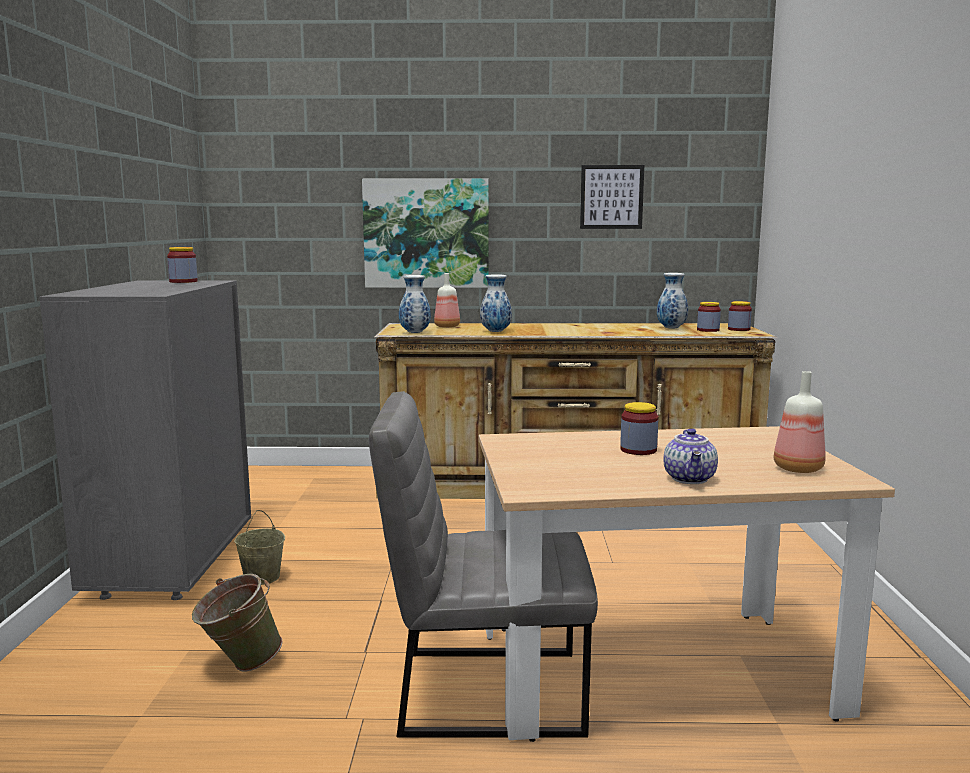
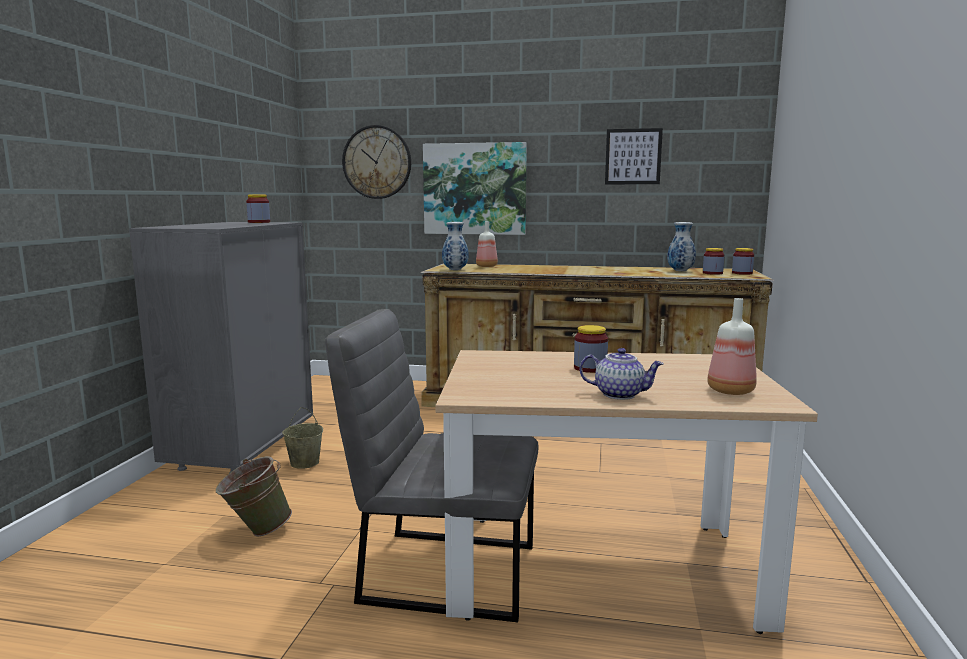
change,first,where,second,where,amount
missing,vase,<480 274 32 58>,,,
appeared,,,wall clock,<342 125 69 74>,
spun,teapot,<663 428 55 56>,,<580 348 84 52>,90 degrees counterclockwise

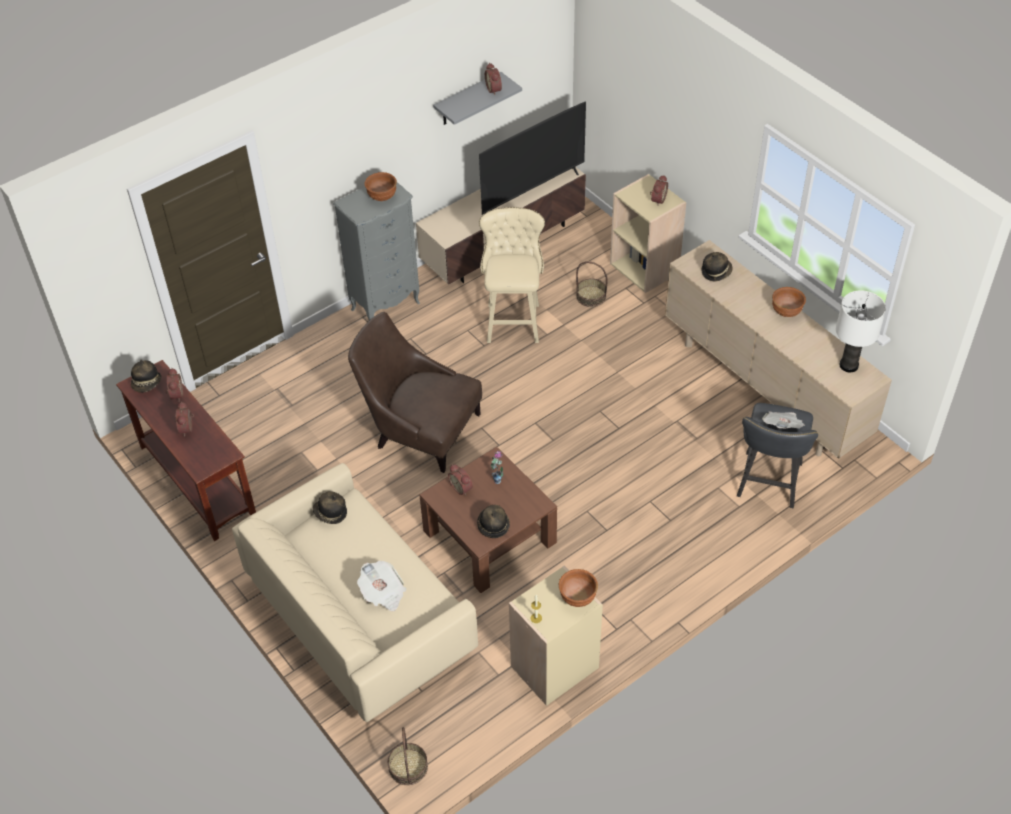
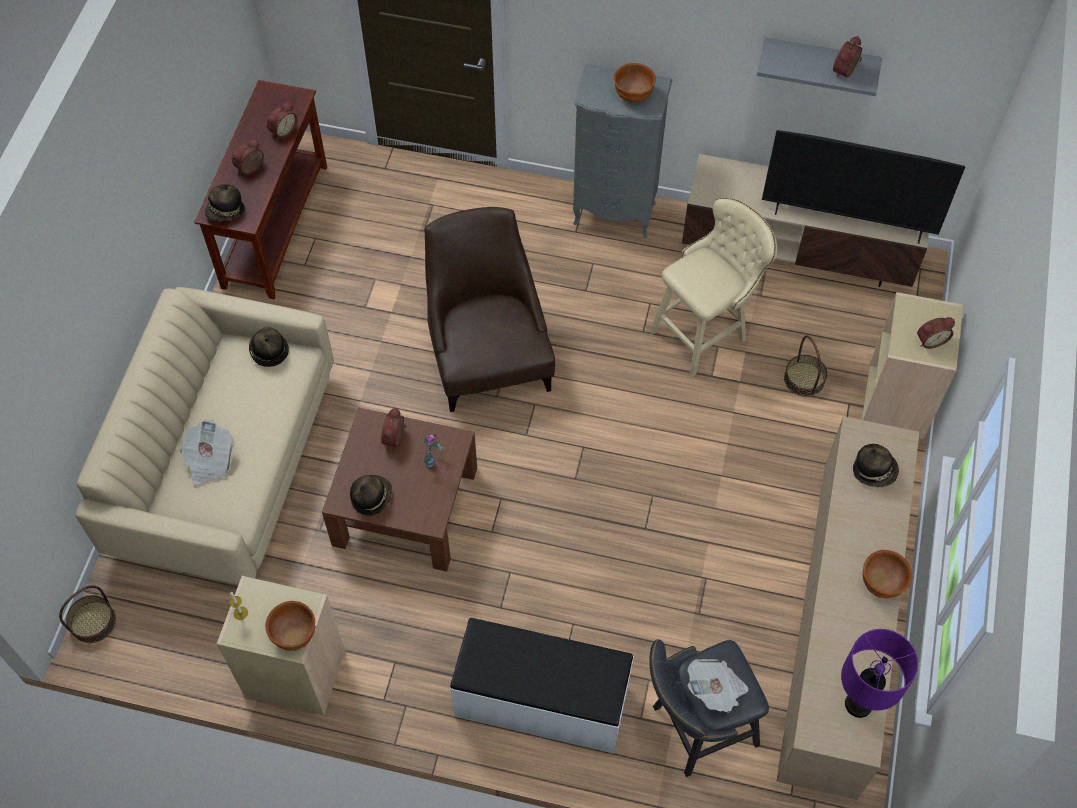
change,first,where,second,where,amount
appeared,,,white bench,<450 618 184 136>,
relocated,hat,<131 360 31 33>,,<205 184 40 37>,
colour,white table lamp,<836 290 50 82>,purple table lamp,<841 629 77 89>,

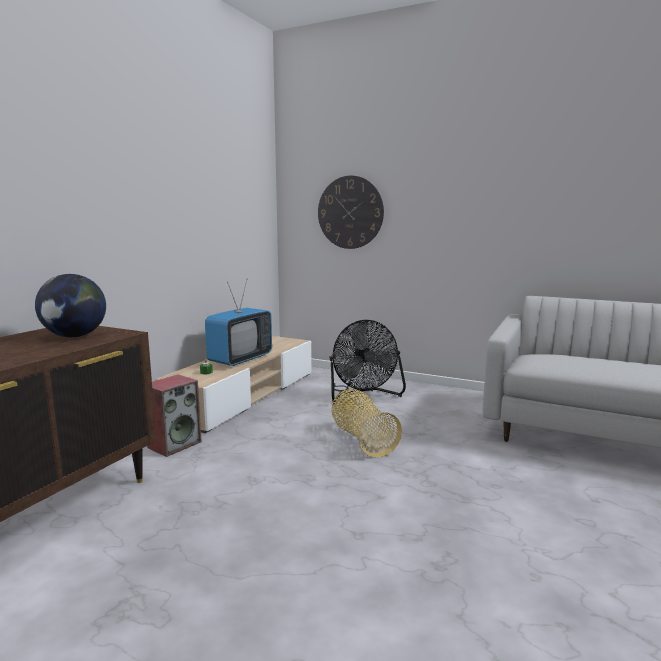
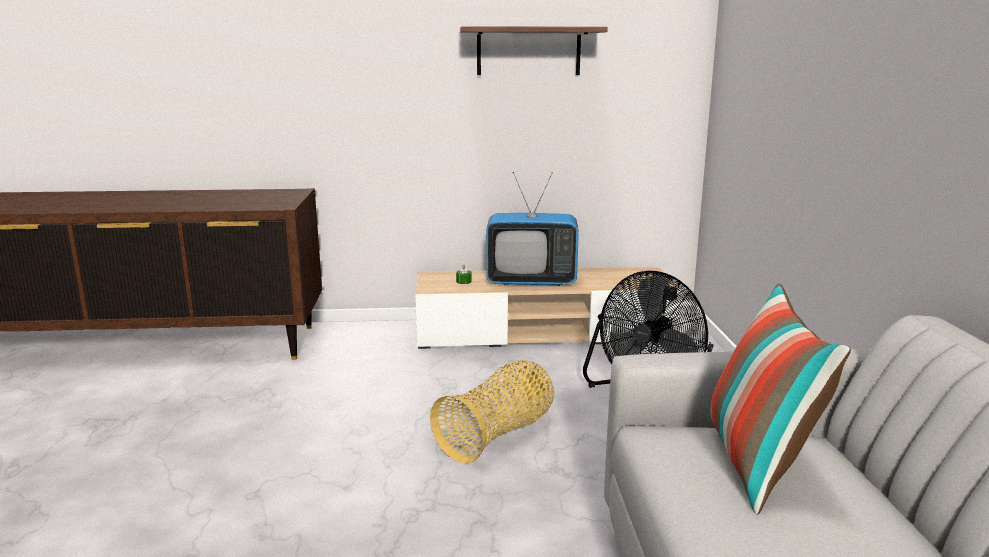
change,first,where,second,where,amount
missing,globe,<35 274 71 63>,,,
missing,speaker,<147 374 55 83>,,,
missing,wall clock,<318 176 66 73>,,,
appeared,,,shelf,<460 26 148 49>,
appeared,,,pillow,<709 283 142 232>,

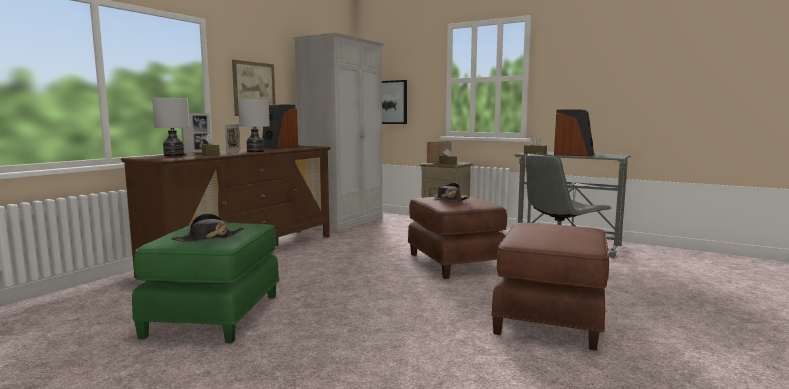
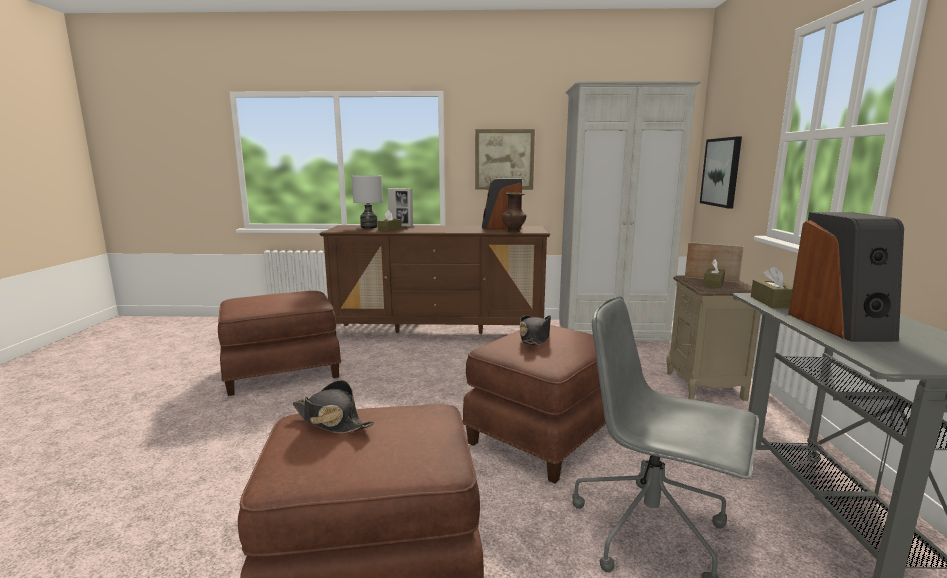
change,first,where,second,where,amount
missing,picture frame,<224 124 16 30>,,,
missing,grey table lamp,<238 100 32 52>,,,
appeared,,,brown vase,<502 193 25 39>,
relocated,black hat,<171 213 73 29>,,<292 380 82 54>,
colour,green ottoman,<132 223 148 120>,brown ottoman,<218 291 123 105>,

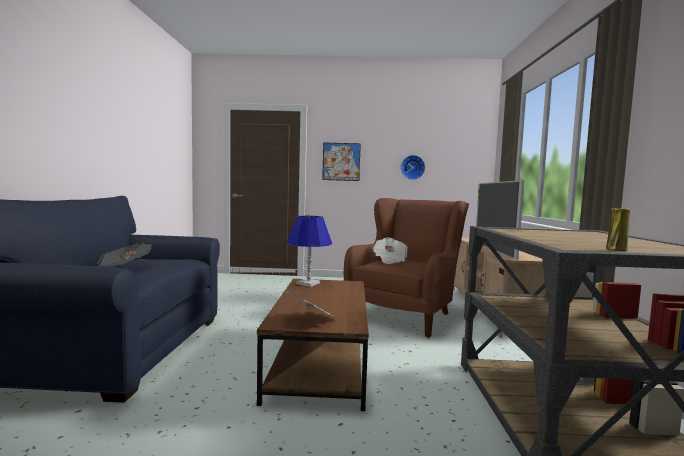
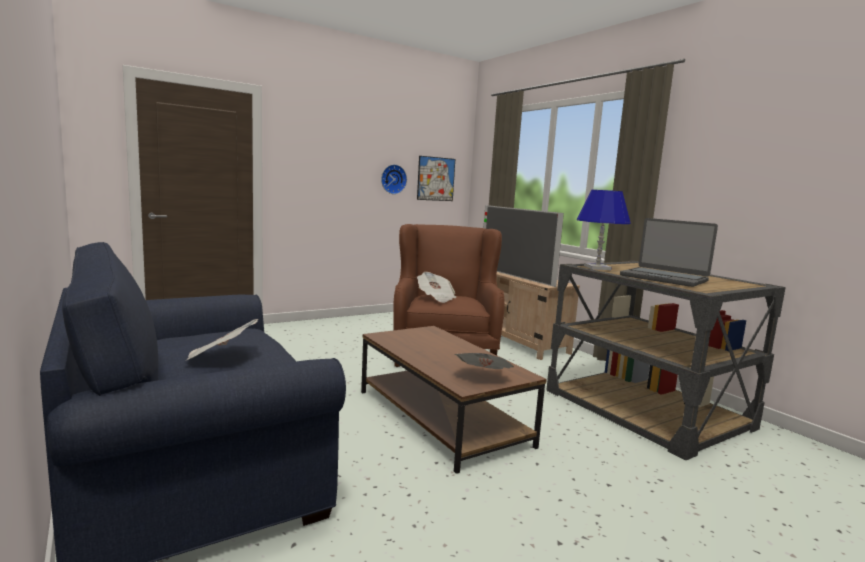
change,first,where,second,where,amount
missing,yellow vase,<606 208 24 43>,,,
appeared,,,laptop,<620 218 98 69>,
relocated,blue table lamp,<287 216 45 71>,,<577 190 54 80>,
relocated,picture,<322 142 39 39>,,<417 156 38 45>,

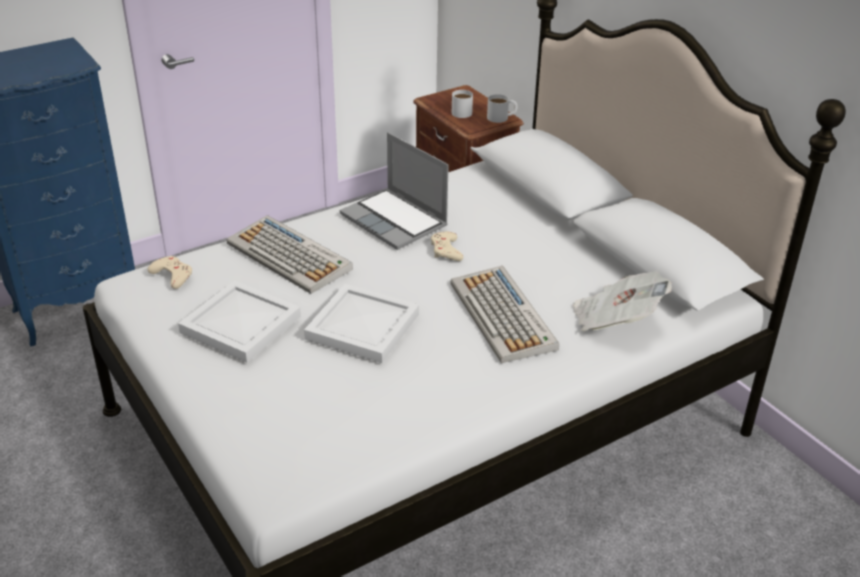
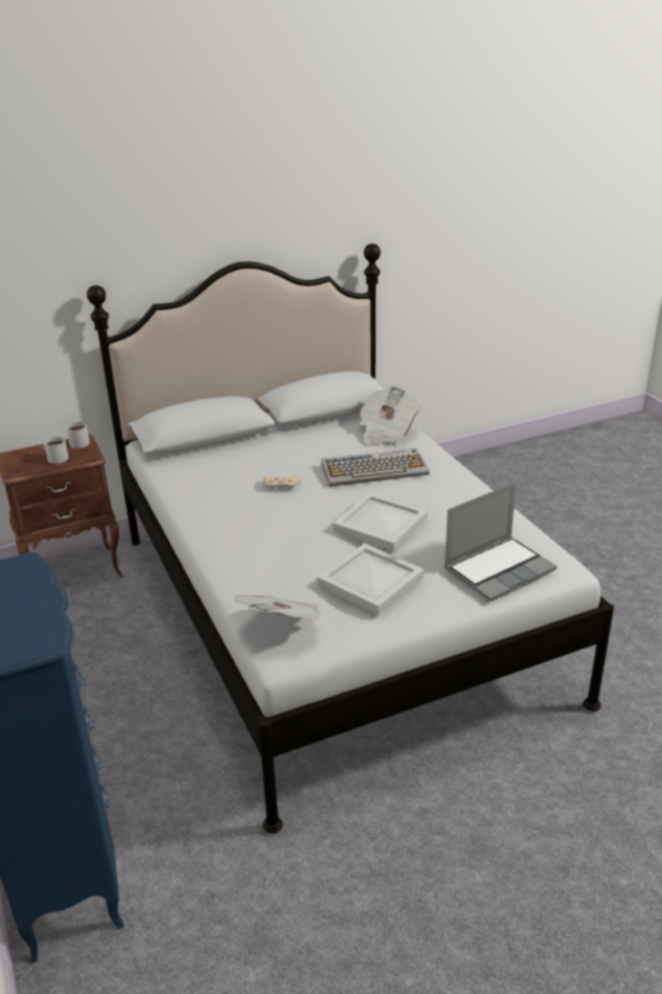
change,first,where,second,where,amount
missing,keyboard,<226 215 127 79>,,,
relocated,laptop,<340 132 109 118>,,<444 482 113 119>,
exchanged,beige game controller,<148 256 44 33>,newspaper,<234 595 86 24>,

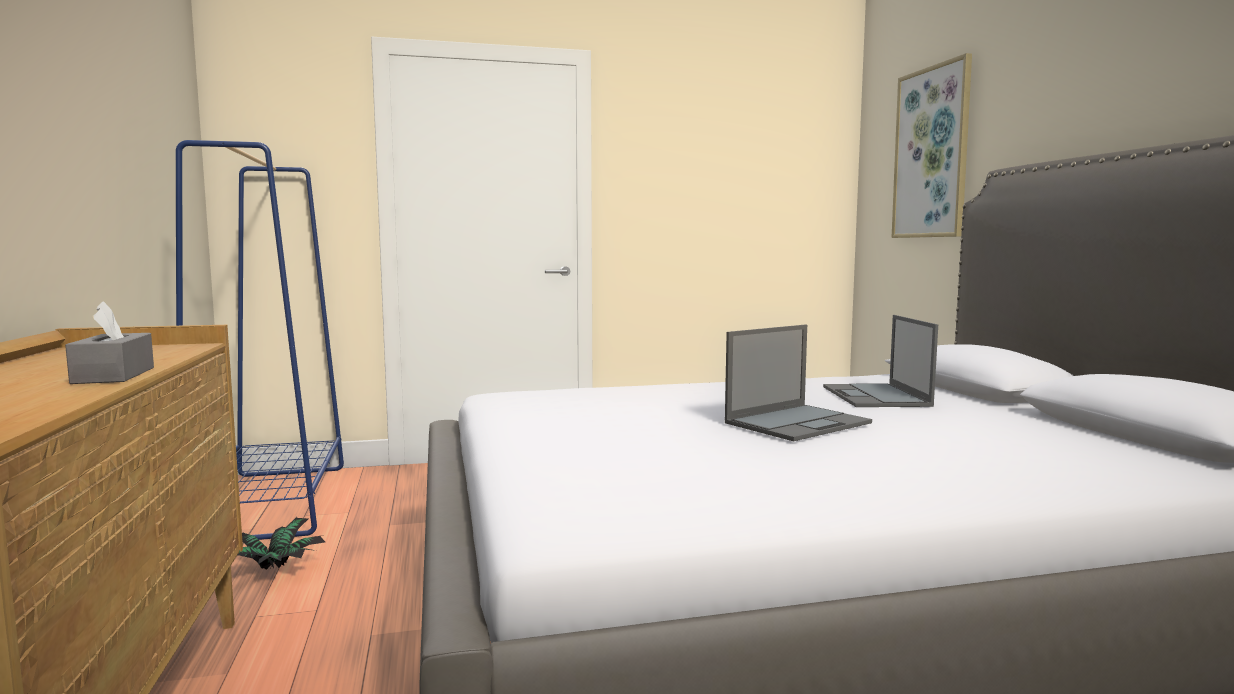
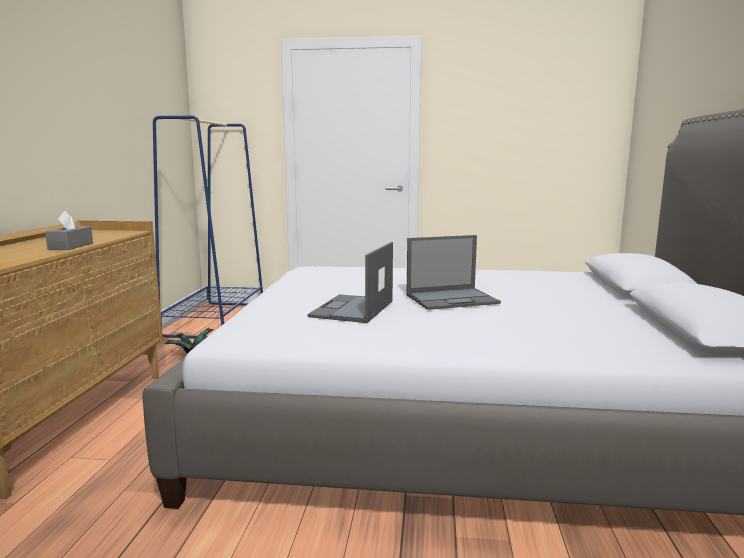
change,first,where,second,where,amount
missing,picture,<892 53 80 185>,,,
relocated,laptop,<823 315 115 92>,,<307 242 86 81>,

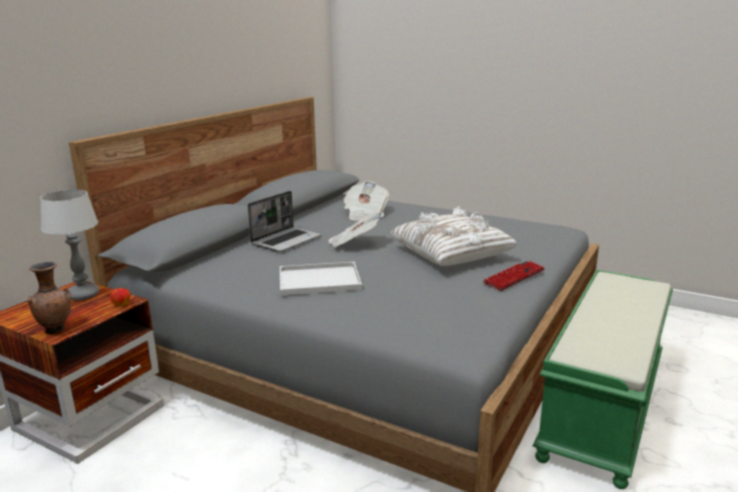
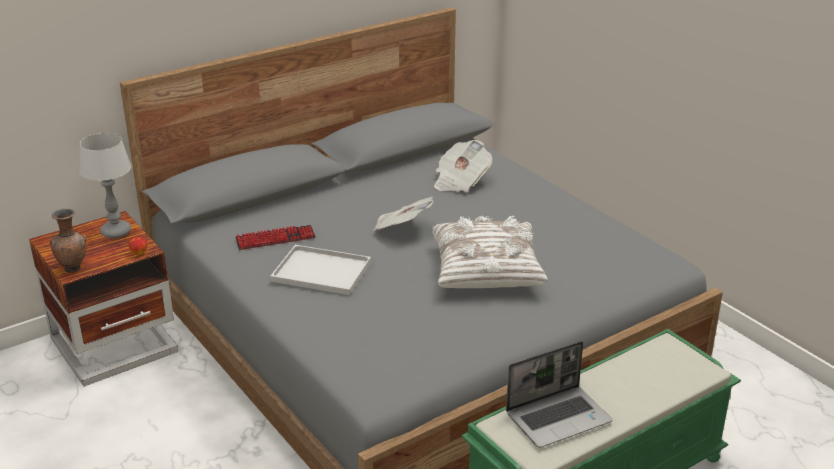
change,first,where,second,where,amount
relocated,laptop,<248 191 74 61>,,<506 341 107 107>,
relocated,keyboard,<483 261 62 30>,,<235 225 80 25>,

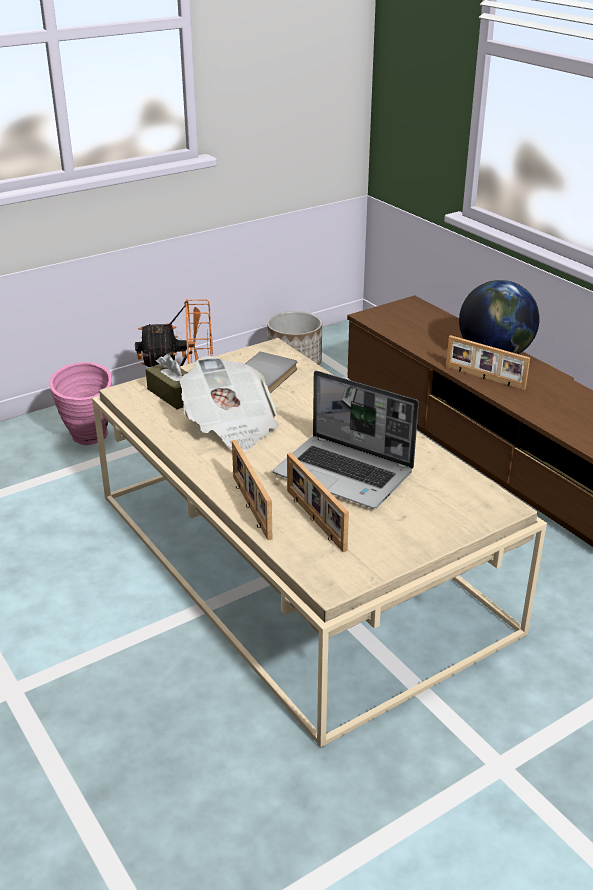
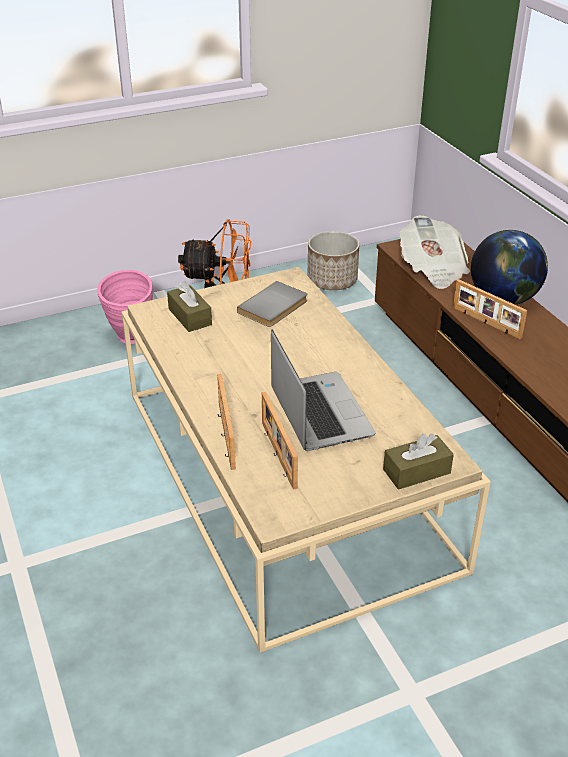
change,first,where,second,where,amount
appeared,,,brown tissue box,<383 433 71 57>,
relocated,newspaper,<180 356 99 96>,,<400 215 70 74>,
spun,laptop,<273 371 146 138>,,<271 329 104 122>,150 degrees counterclockwise

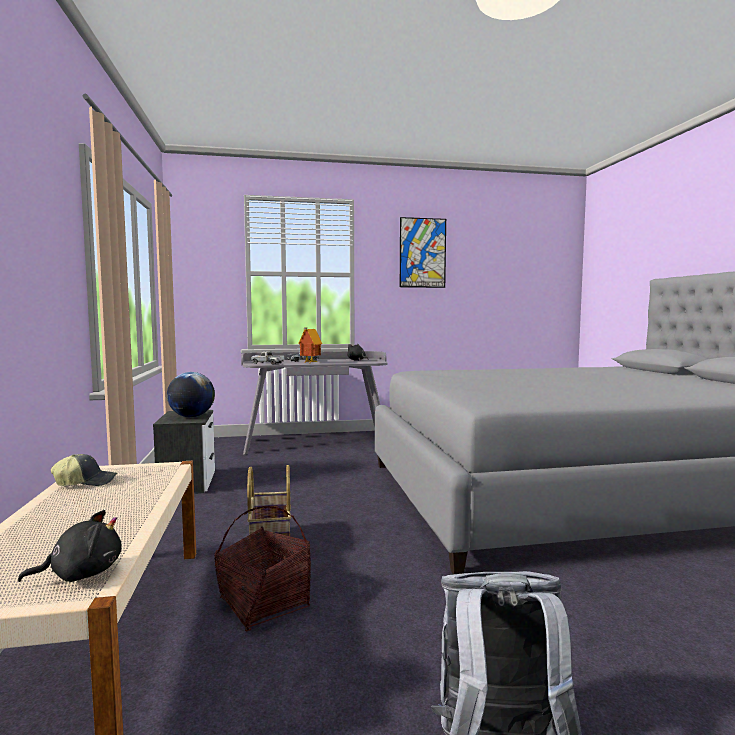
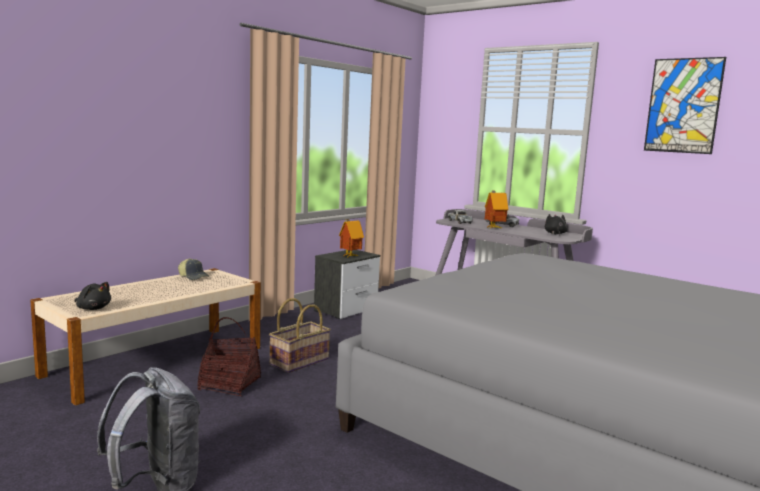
change,first,where,second,where,amount
exchanged,globe,<167 372 48 45>,toy house,<339 219 25 39>,

